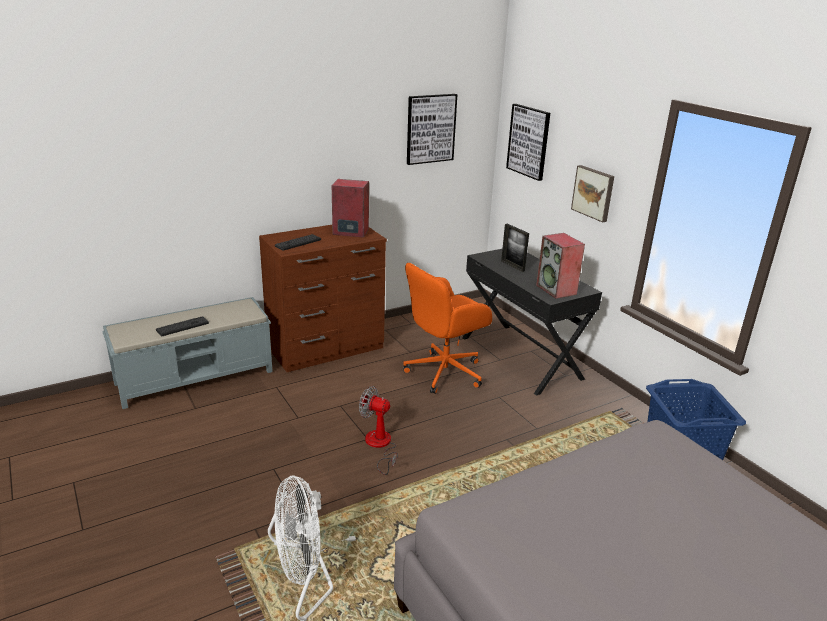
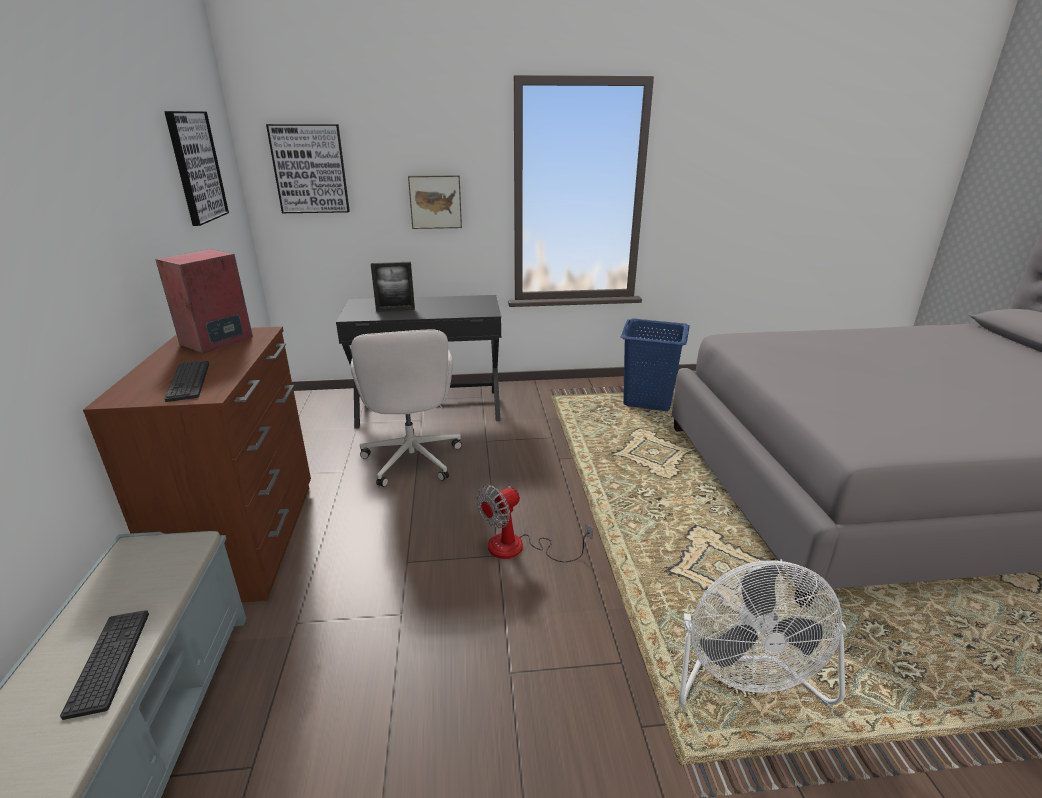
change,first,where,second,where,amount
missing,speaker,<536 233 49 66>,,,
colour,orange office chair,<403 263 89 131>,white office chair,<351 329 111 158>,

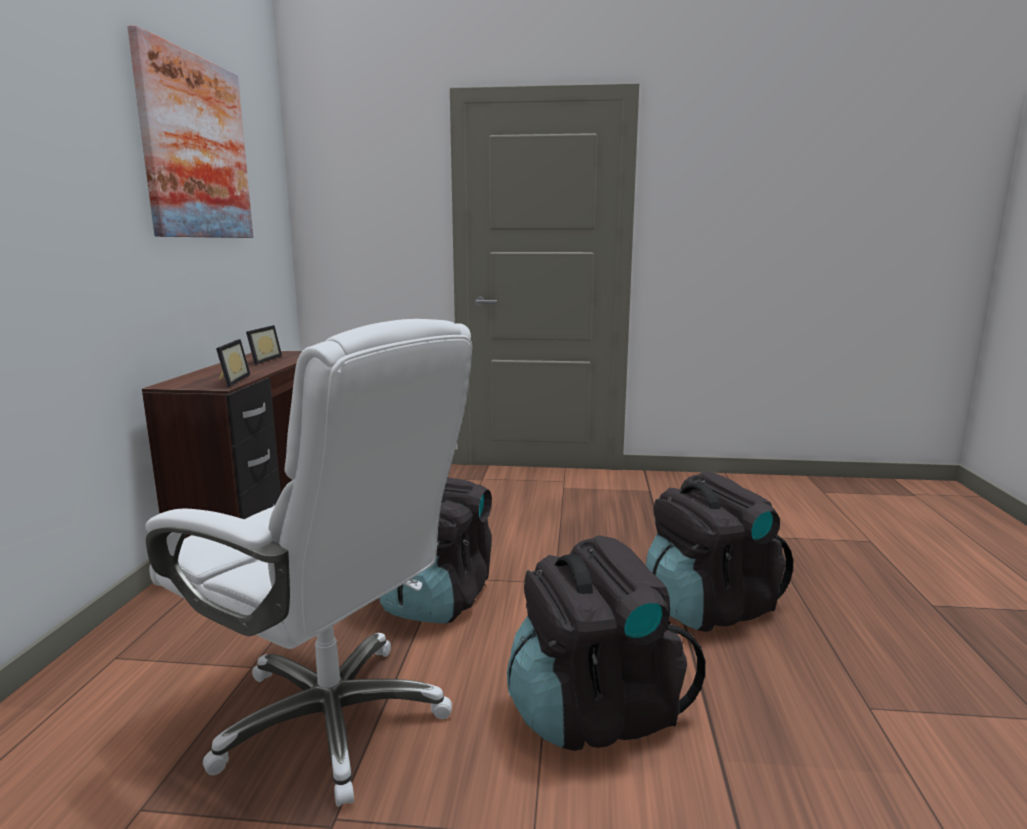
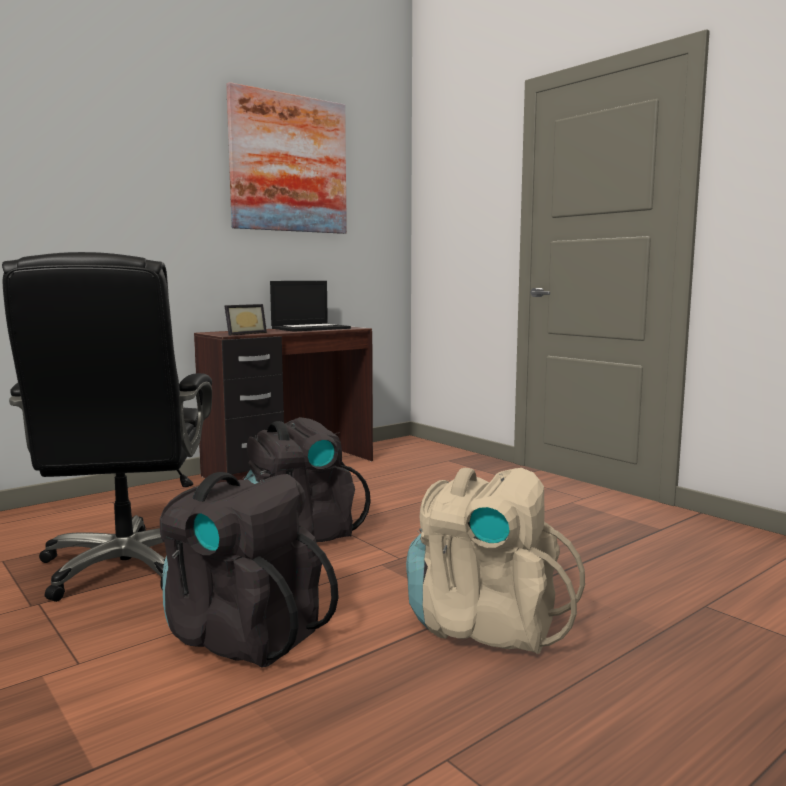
change,first,where,second,where,amount
exchanged,picture frame,<246 325 36 40>,laptop,<270 281 81 51>,
colour,white office chair,<145 319 327 488>,black office chair,<2 252 210 350>,
colour,black backpack,<646 472 147 160>,beige backpack,<406 468 179 186>,

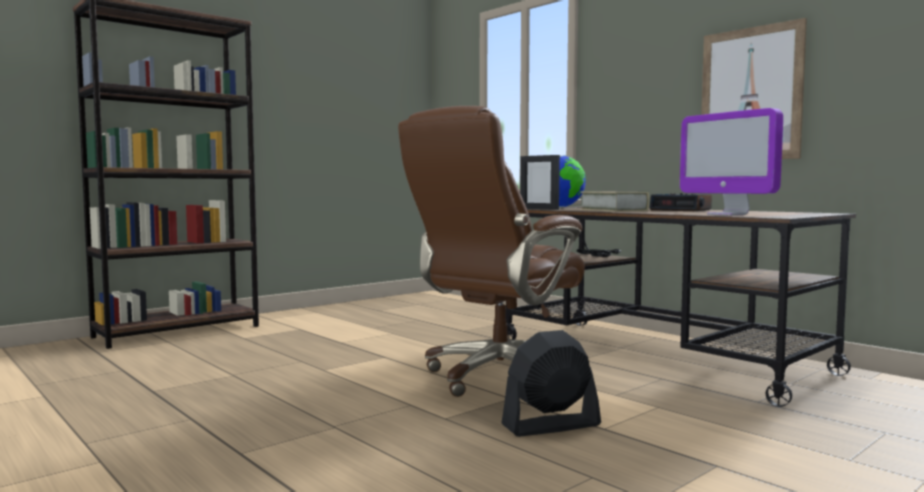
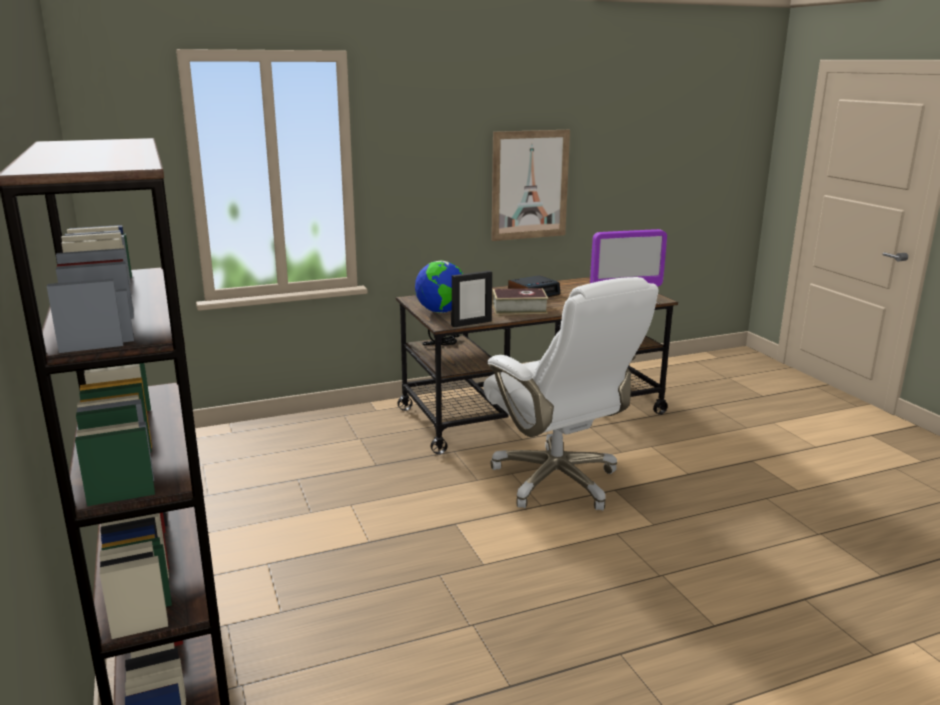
change,first,where,second,where,amount
missing,black fan,<501 330 100 107>,,,
colour,brown office chair,<398 106 187 291>,white office chair,<483 277 176 234>,

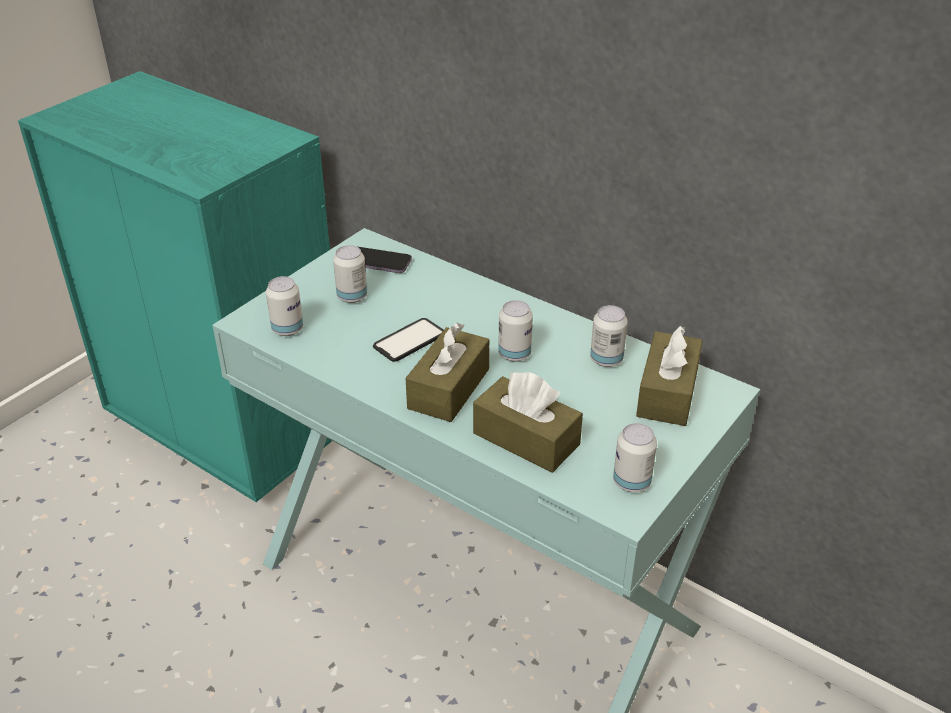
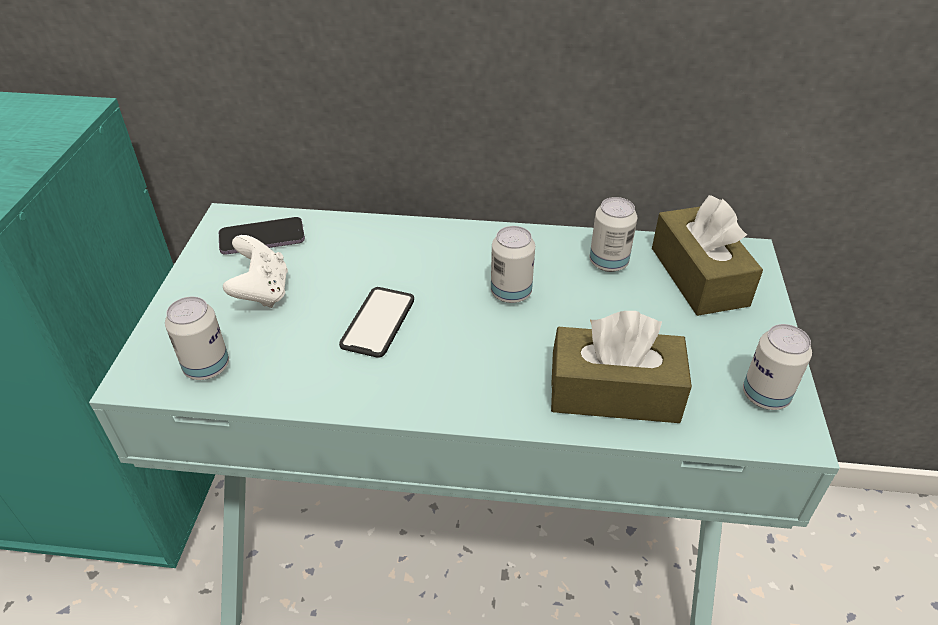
change,first,where,second,where,amount
missing,brown tissue box,<406 322 83 100>,,,
exchanged,can,<333 245 34 58>,white game controller,<223 235 65 73>,

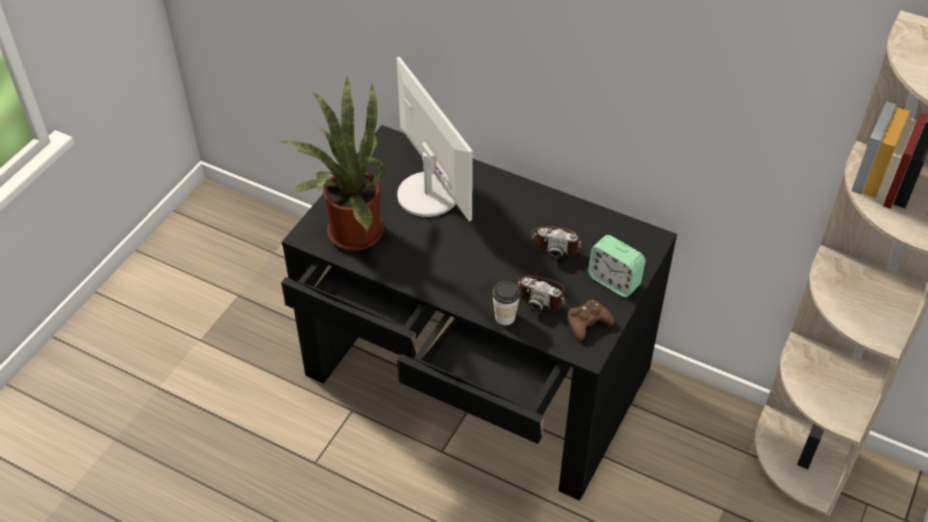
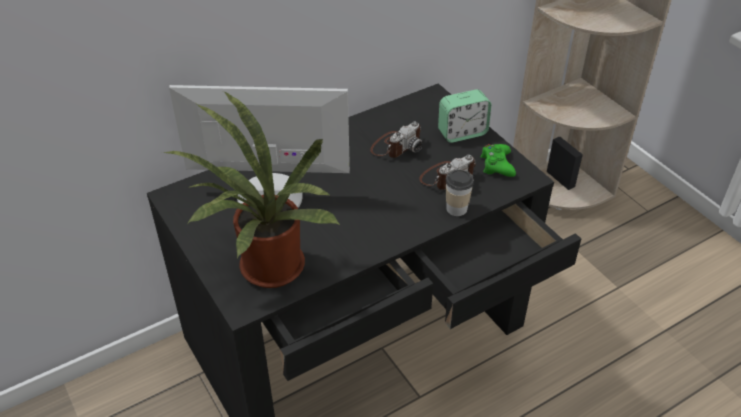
change,first,where,second,where,amount
colour,brown game controller,<567 300 48 41>,green game controller,<481 144 35 33>,

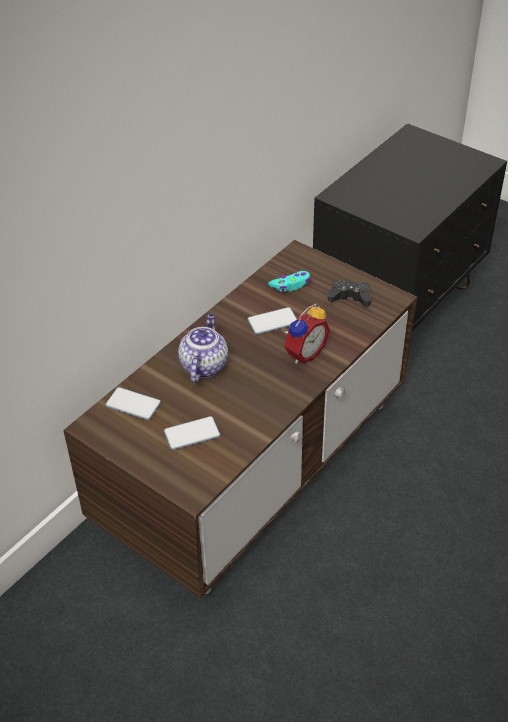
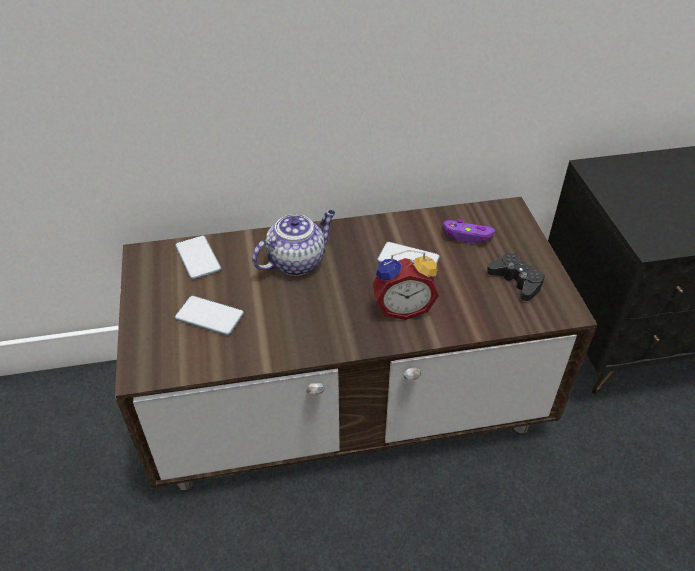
change,first,where,second,where,amount
colour,turquoise game controller,<268 271 43 21>,purple game controller,<443 219 52 24>,

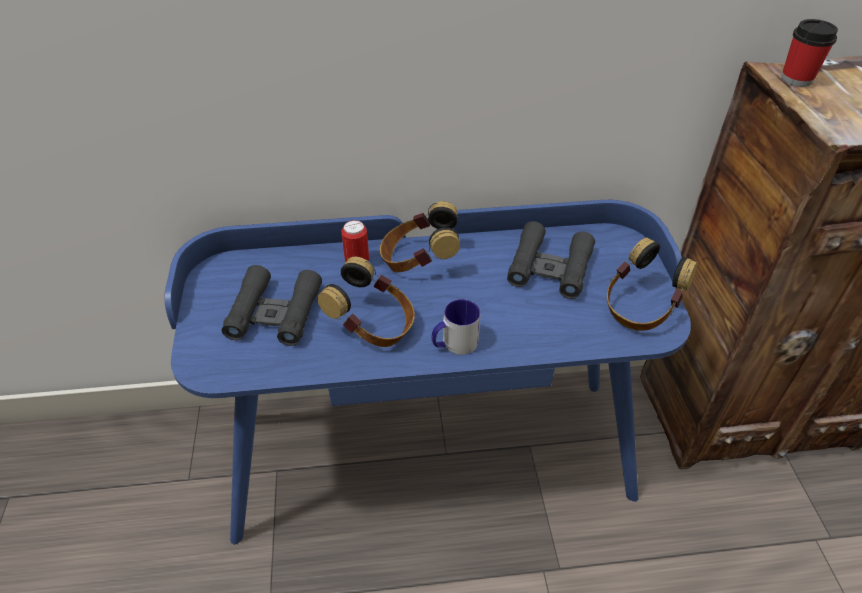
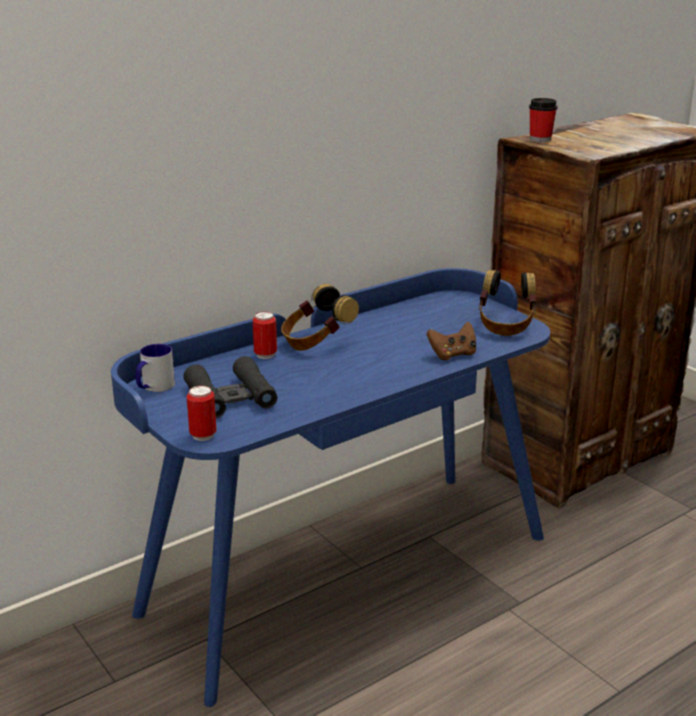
change,first,where,second,where,amount
missing,headphones,<317 257 98 90>,,,
missing,black binoculars,<507 221 88 78>,,,
appeared,,,can,<186 385 31 56>,
appeared,,,brown game controller,<427 322 49 38>,
relocated,mug,<432 299 49 56>,,<136 344 39 48>,

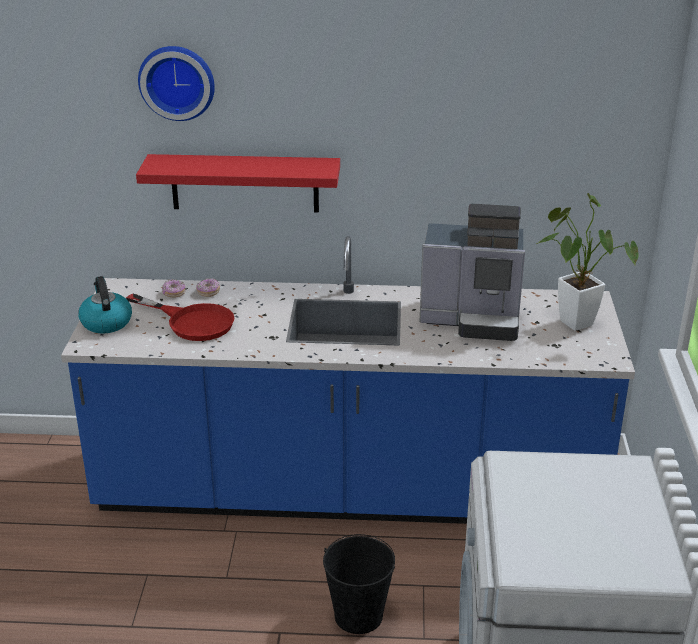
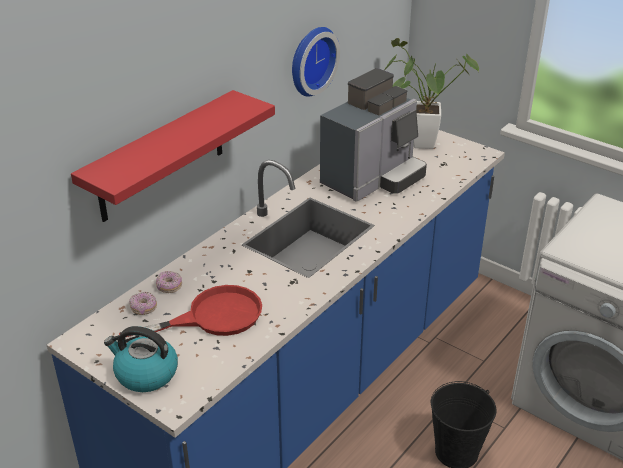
change,first,where,second,where,amount
relocated,wall clock,<138 46 77 75>,,<292 27 48 70>,

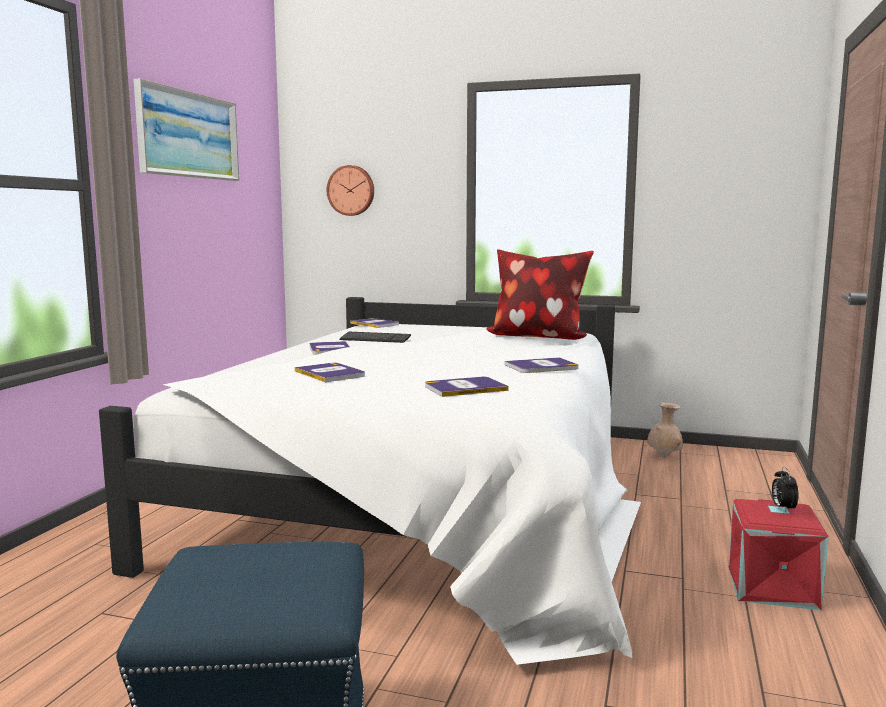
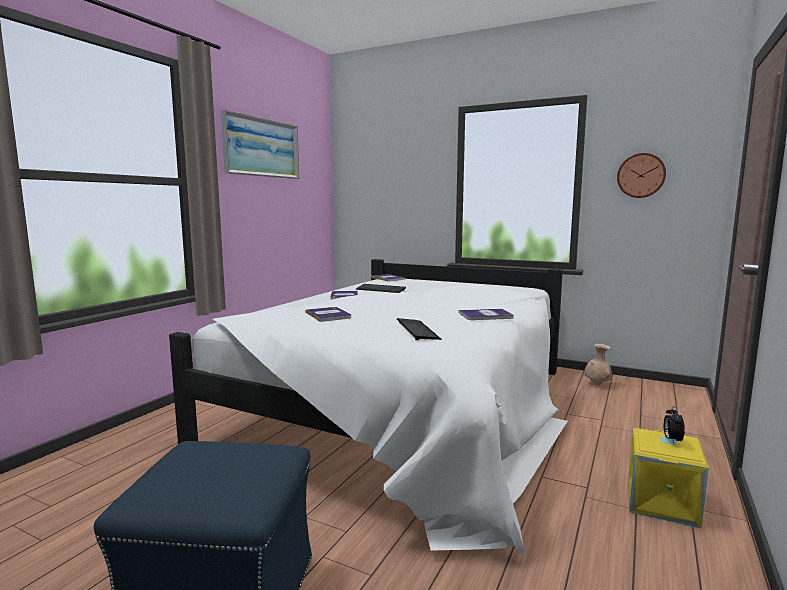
change,first,where,second,where,amount
missing,pillow,<486 249 108 91>,,,
relocated,wall clock,<327 165 47 51>,,<617 153 49 45>,
exchanged,book,<425 377 84 20>,keyboard,<397 318 45 22>,
colour,red storage box,<728 499 101 112>,yellow storage box,<628 428 81 100>,

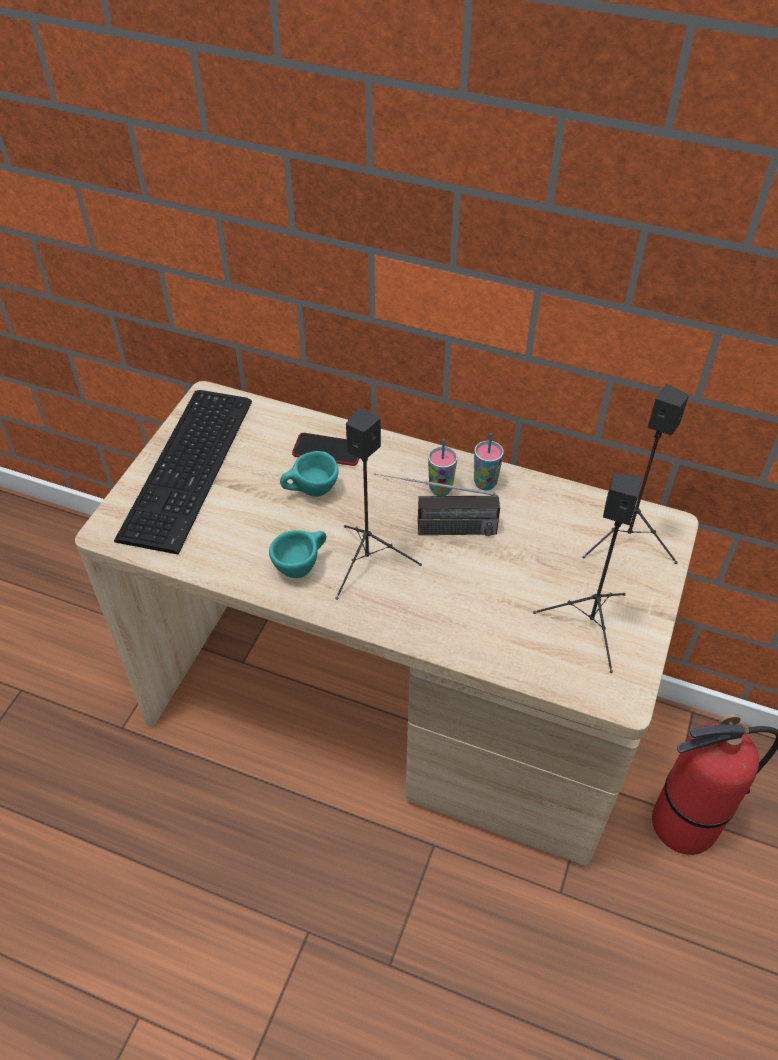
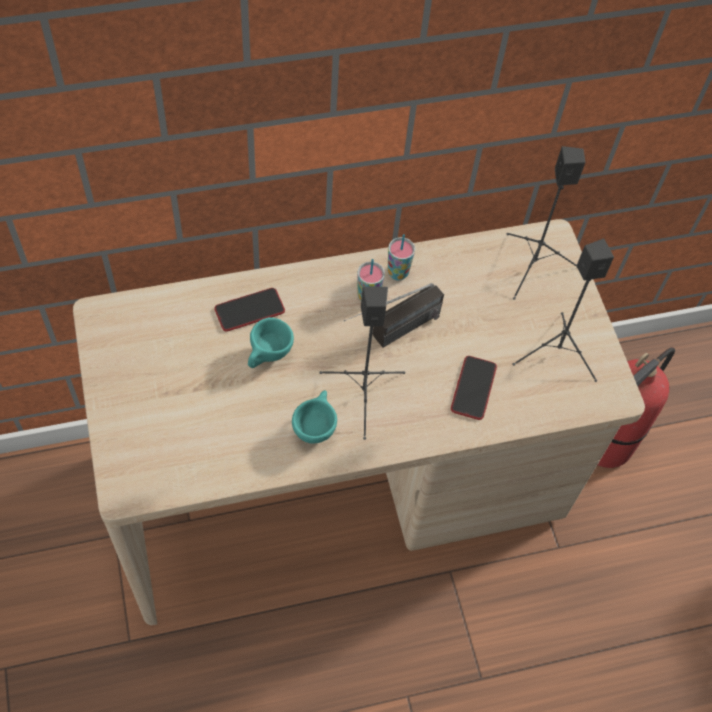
change,first,where,second,where,amount
missing,keyboard,<114 390 138 164>,,,
appeared,,,phone,<451 356 46 64>,

